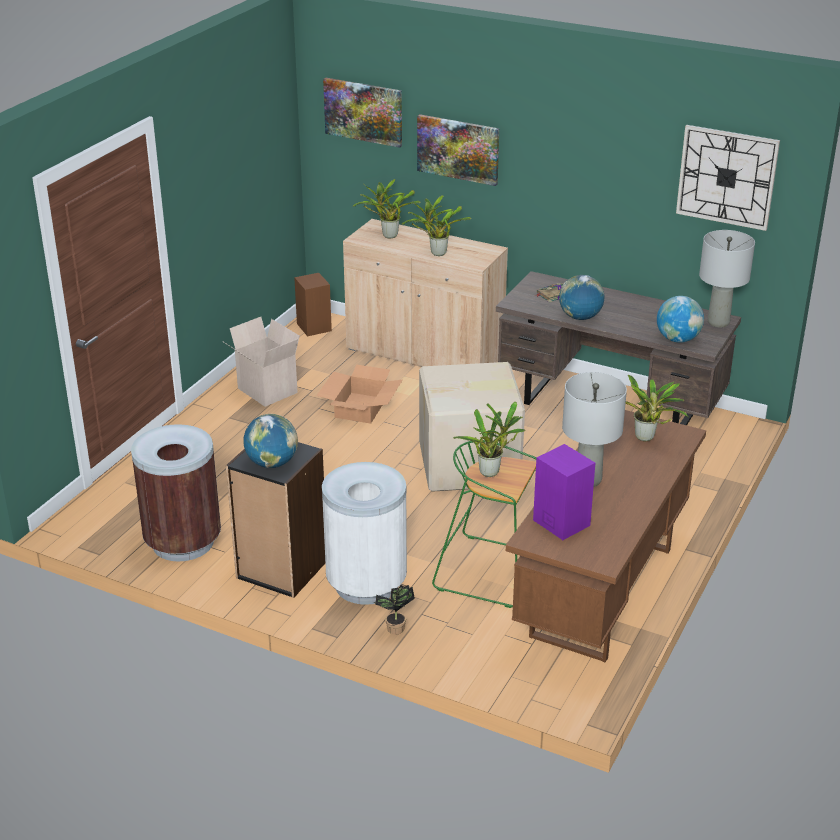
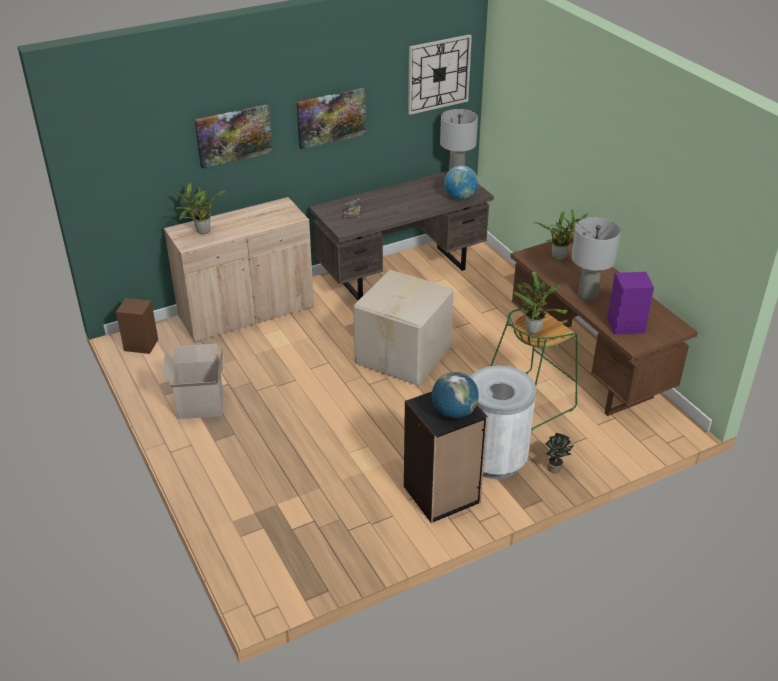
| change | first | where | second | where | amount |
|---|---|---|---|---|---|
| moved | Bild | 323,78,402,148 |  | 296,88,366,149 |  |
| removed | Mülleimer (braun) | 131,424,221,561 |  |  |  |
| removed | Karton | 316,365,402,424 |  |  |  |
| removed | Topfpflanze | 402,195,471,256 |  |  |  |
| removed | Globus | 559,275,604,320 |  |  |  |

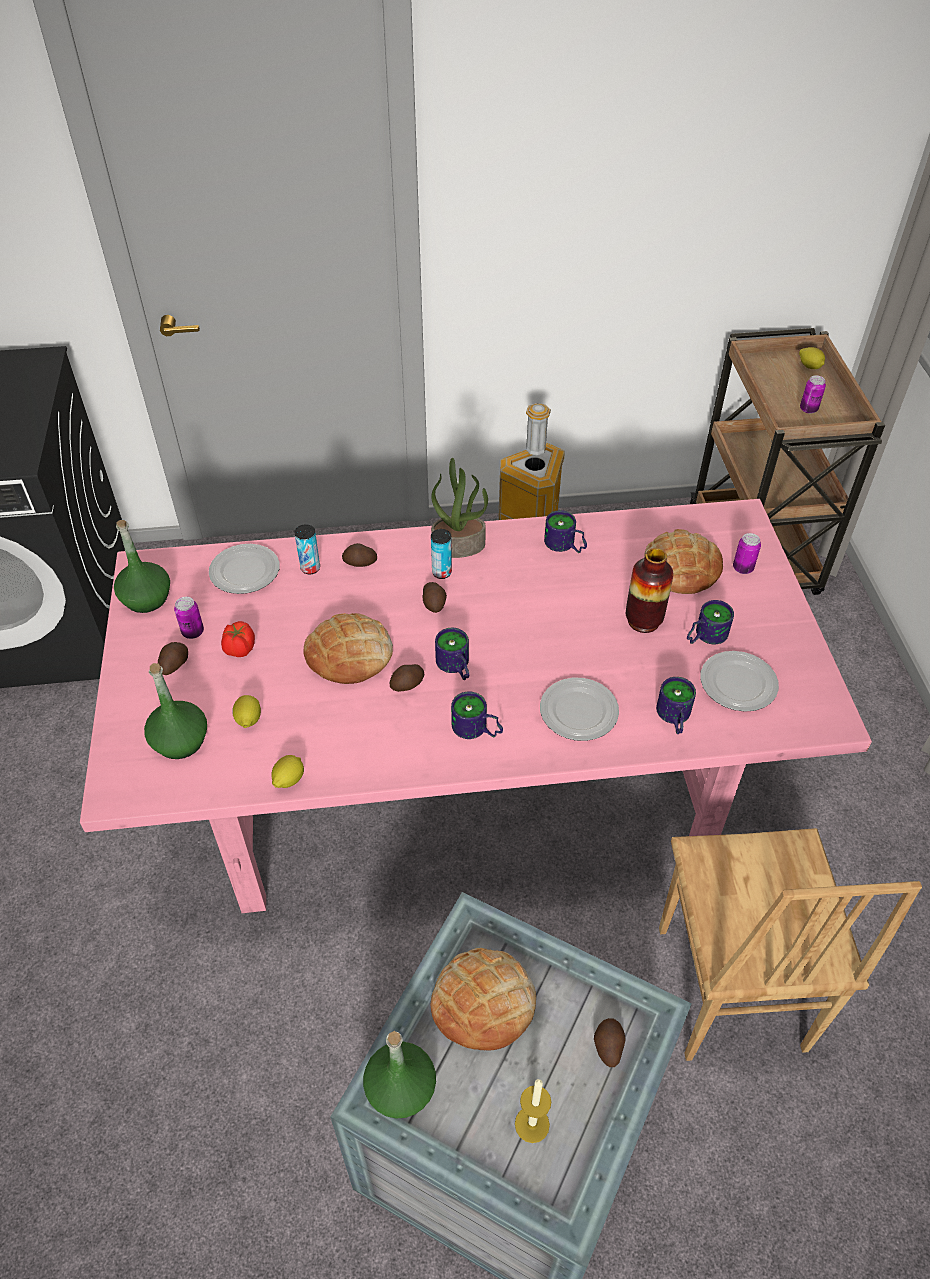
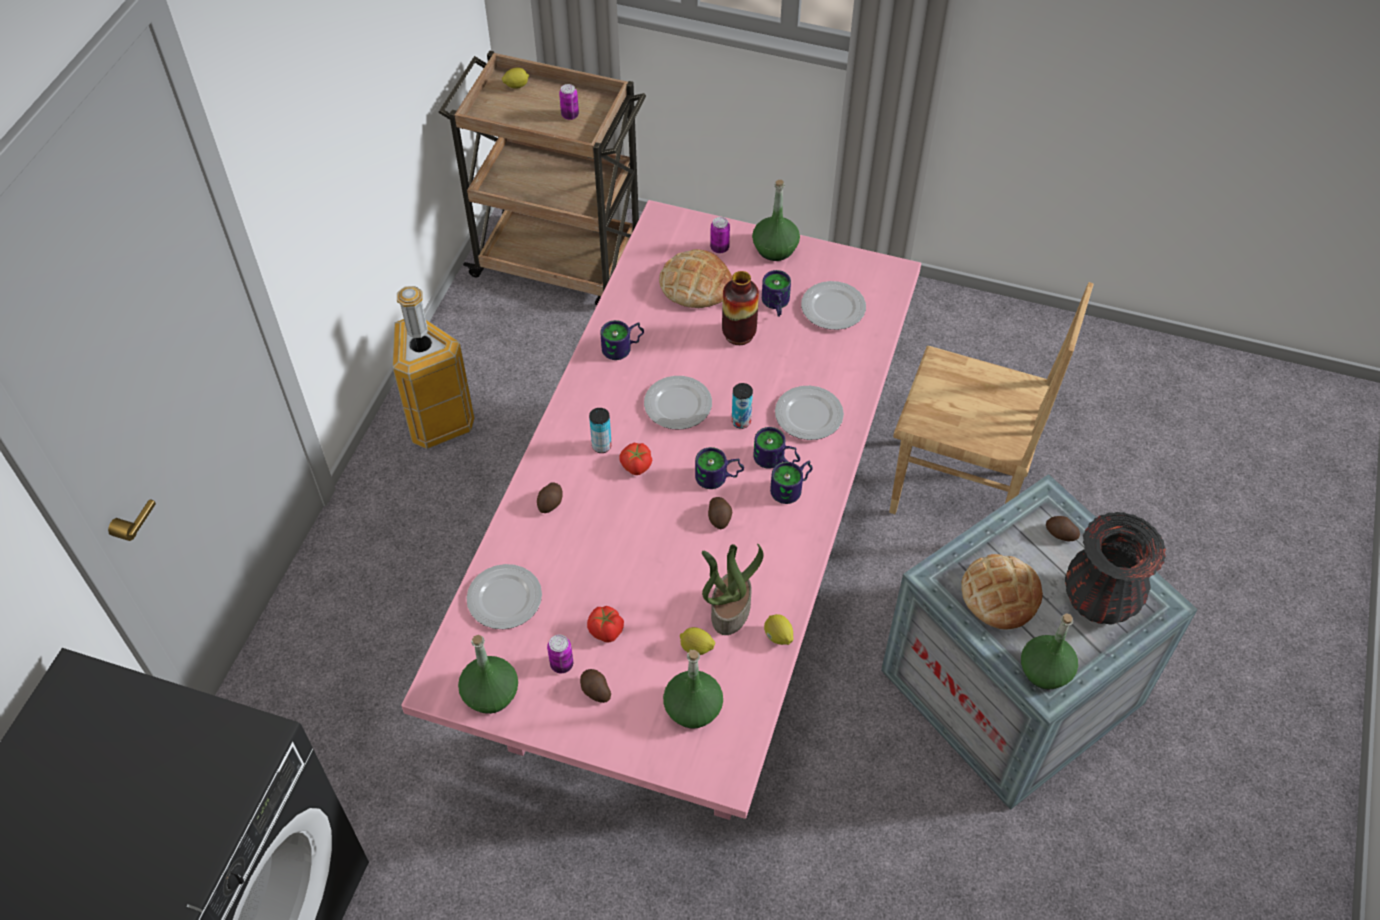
| change | first | where | second | where | amount |
|---|---|---|---|---|---|
| replaced | Kartoffel | 423,582,447,613 | Tomate | 619,443,652,475 |  |
| added |  |  | Teller | 644,376,712,429 |  |
| moved | Topfpflanze | 431,458,488,558 |  | 702,544,764,635 |  |
| moved | Dose | 294,524,320,574 |  | 732,383,753,429 |  |
| added |  |  | Flasche (grün) | 752,180,800,261 |  |
| moved | Henkelbecher | 656,677,696,734 |  | 753,427,800,469 |  |
| replaced | Kerze | 515,1079,551,1143 | Vase (schwarz) | 1065,512,1166,625 |  |
| removed | Brot | 303,613,393,684 |  |  |  |

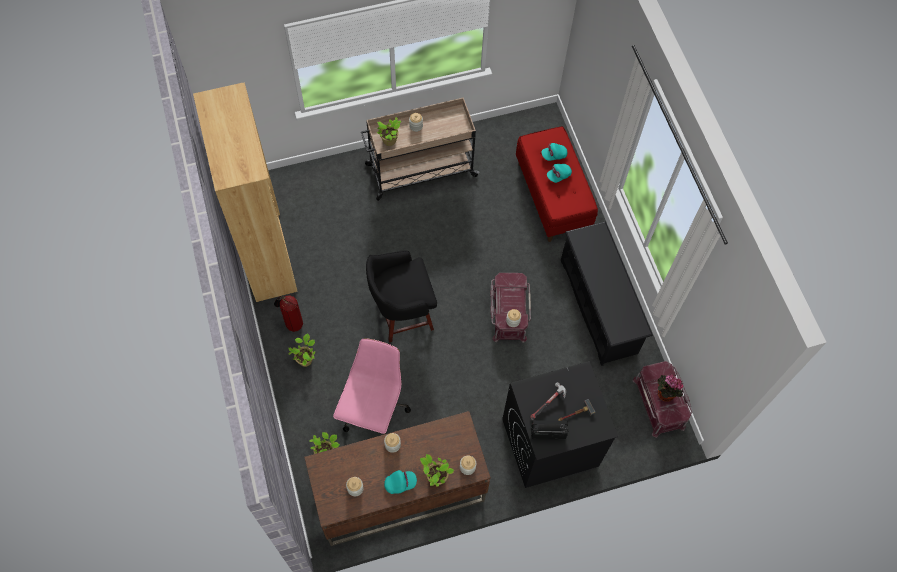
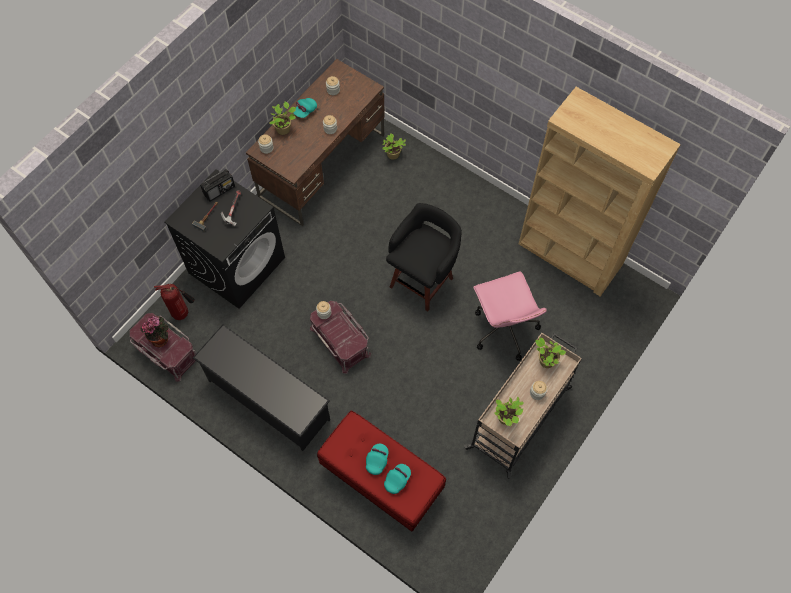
| change | first | where | second | where | amount |
|---|---|---|---|---|---|
| moved | Feuerlöscher | 274,295,303,332 |  | 154,284,195,320 |  |
| moved | Bürostuhl (rosa) | 333,338,411,435 |  | 473,271,547,361 |  |
| moved | Topfpflanze | 288,333,315,367 |  | 494,397,524,426 |  |

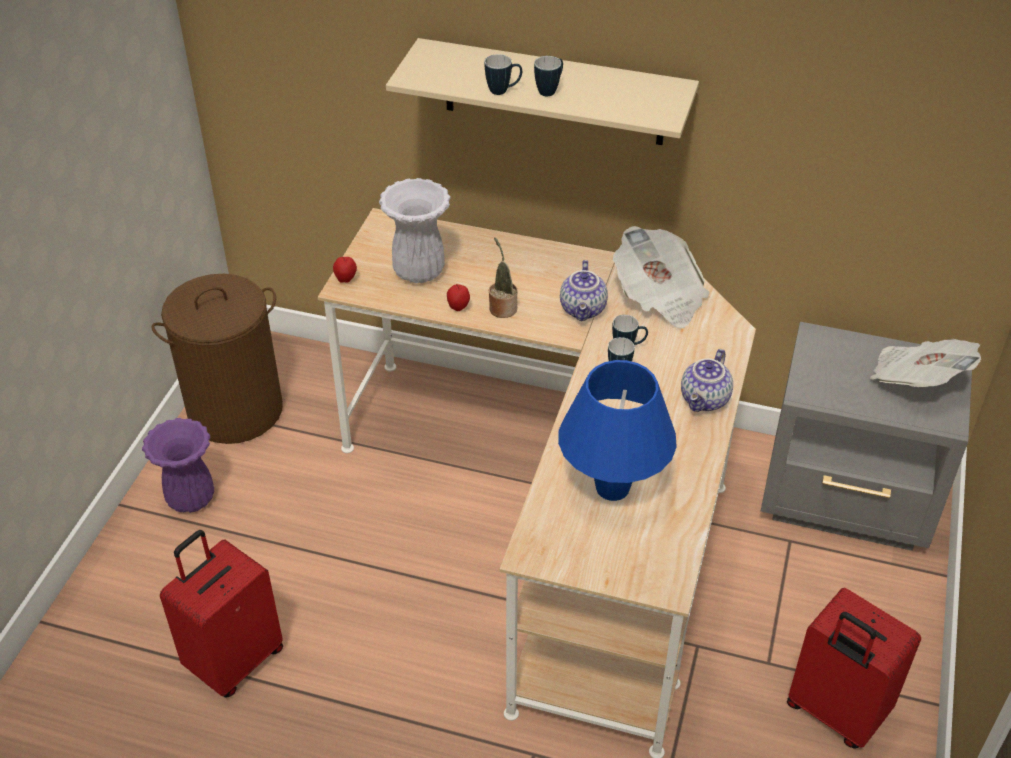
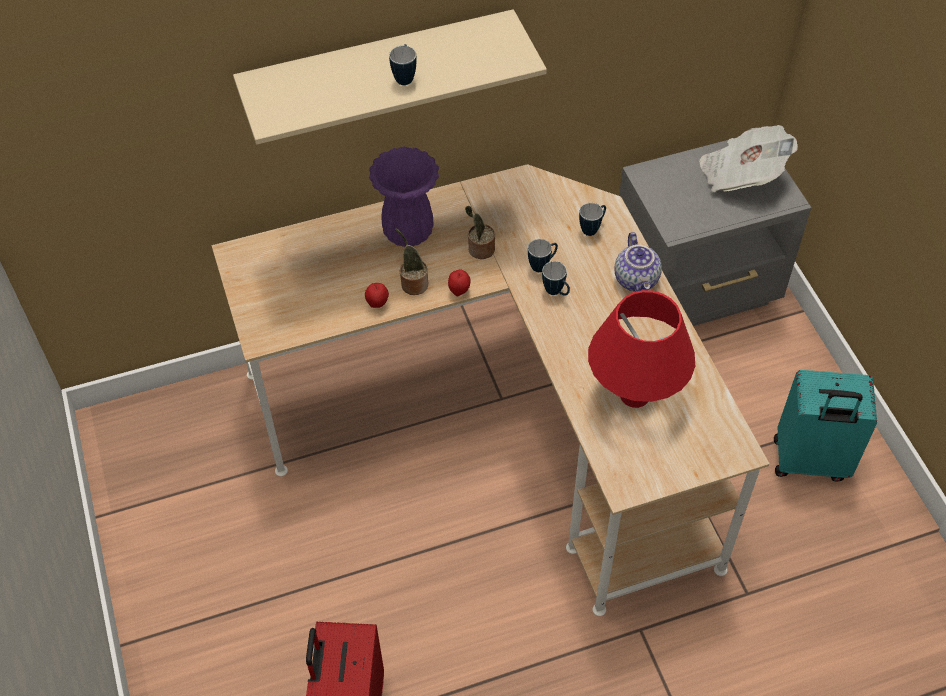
| change | first | where | second | where | amount |
|---|---|---|---|---|---|
| moved | Vase (lila) | 142,418,214,513 |  | 369,147,439,247 |  |
| moved | Apfel | 333,256,357,283 |  | 448,270,471,296 |  |
| replaced | Teekanne | 560,260,608,321 | Topfpflanze | 465,205,495,259 |  |
| moved | Henkelbecher | 485,54,522,95 |  | 579,203,606,236 |  |
| recoloured | Tischlampe (blau) | 558,360,677,501 | Tischlampe (rot) | 588,290,695,408 |  |
| recoloured | Koffer (rot) | 787,588,921,749 | Koffer (türkis) | 774,370,877,482 |  |
| removed | Wäschekorb (braun) | 152,274,283,444 |  |  |  |
| removed | Vase (weiß) | 379,178,451,283 |  |  |  |
| removed | Zeitung | 613,226,710,328 |  |  |  |

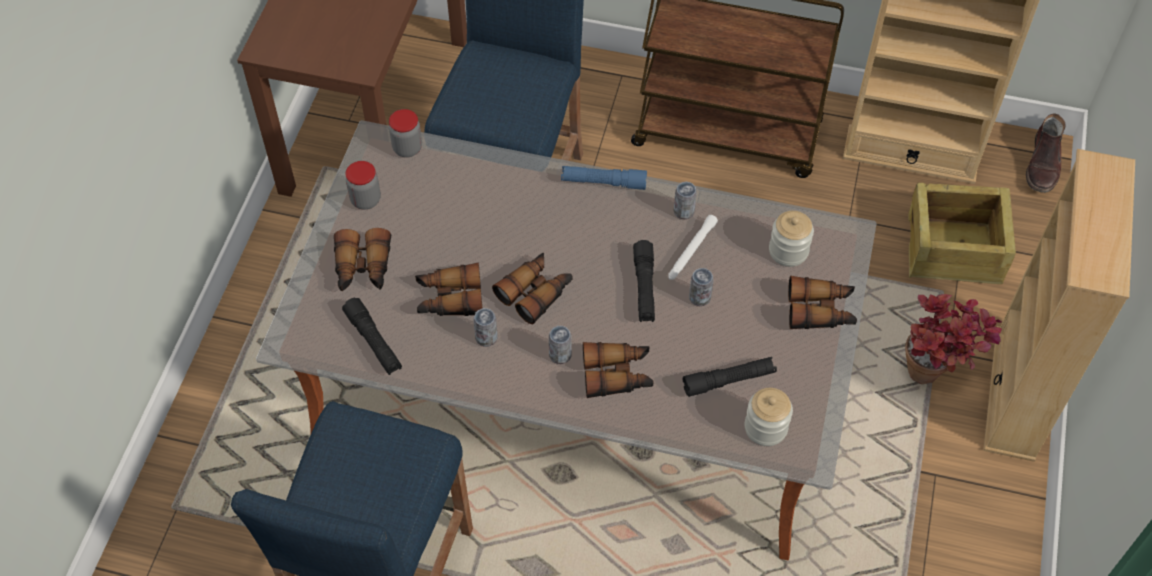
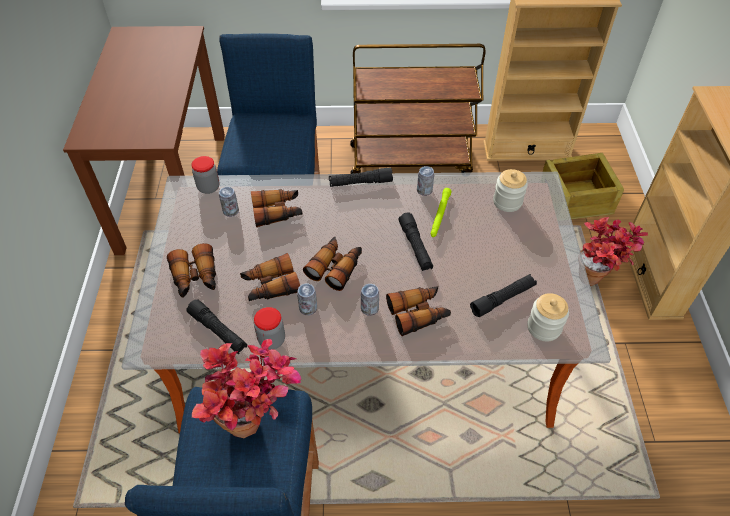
| change | first | where | second | where | amount |
|---|---|---|---|---|---|
| added |  |  | Topfpflanze | 192,339,301,438 |  |
| moved | Dose | 689,268,714,306 |  | 219,187,239,217 |  |
| moved | Fernglas | 788,276,857,329 |  | 251,189,303,227 |  |
| moved | Vorratsglas | 345,161,381,210 |  | 254,307,285,350 |  |
| recoloured | Taschenlampe (blau) | 561,166,647,190 | Taschenlampe (schwarz) | 329,168,393,187 |  |
| recoloured | Taschenlampe (weiß) | 668,215,718,280 | Taschenlampe (grün) | 431,188,452,237 |  |
| removed | Stiefel (braun) | 1026,113,1066,193 |  |  |  |

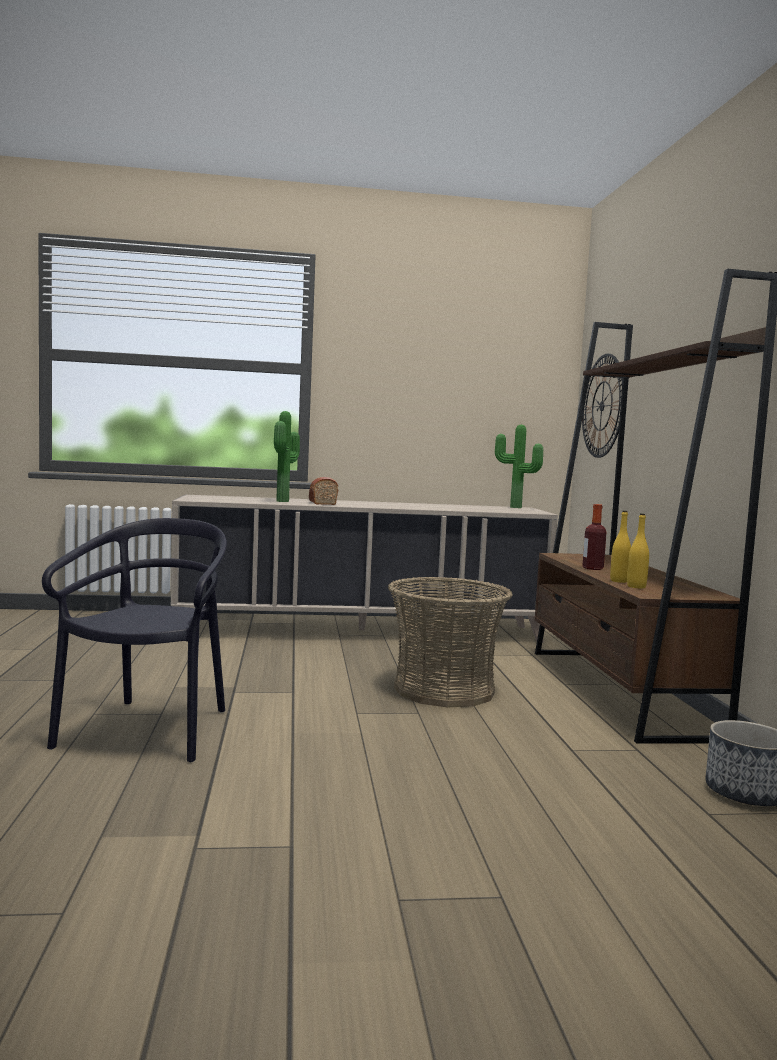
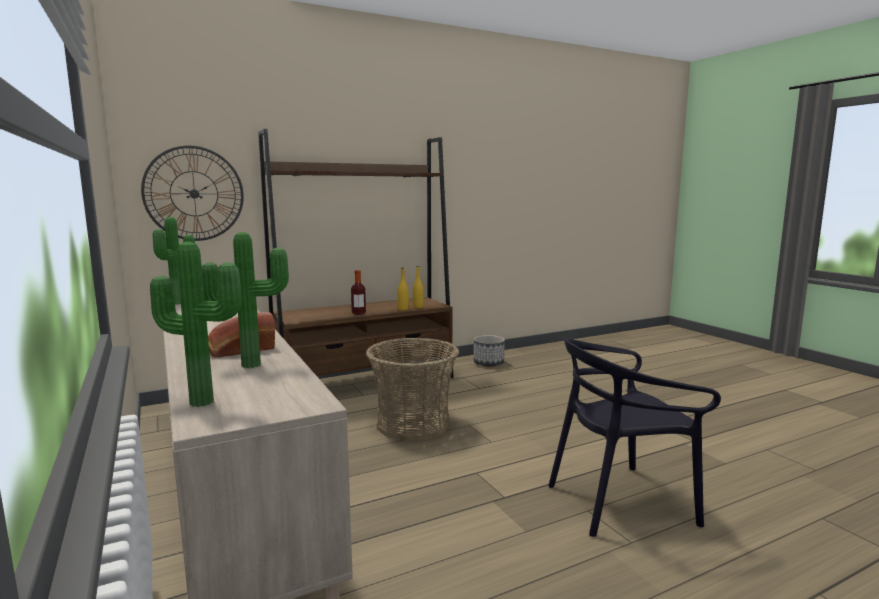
| change | first | where | second | where | amount |
|---|---|---|---|---|---|
| added |  |  | Topfpflanze | 150,241,242,407 |  |

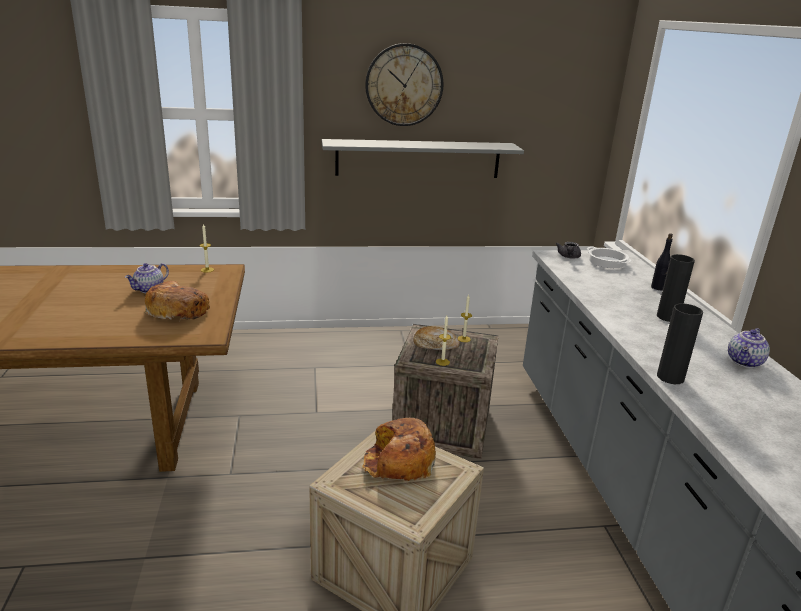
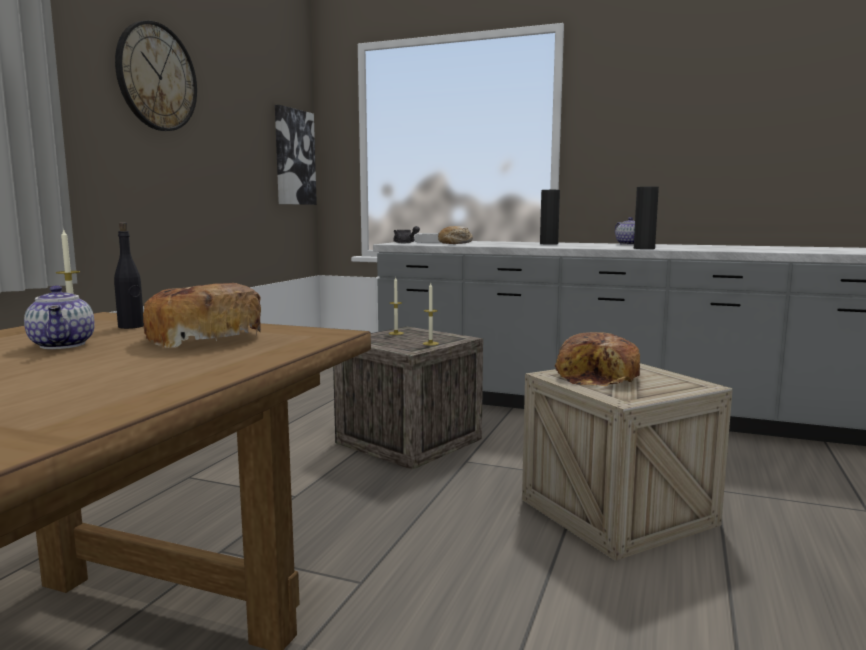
| change | first | where | second | where | amount |
|---|---|---|---|---|---|
| moved | Flasche (schwarz) | 651,233,673,290 |  | 114,222,144,329 |  |
| added |  |  | Bild | 275,105,317,205 |  |
| moved | Brot | 414,326,460,350 |  | 438,226,473,244 |  |
| removed | Wandregal (grau) | 322,139,524,178 |  |  |  |

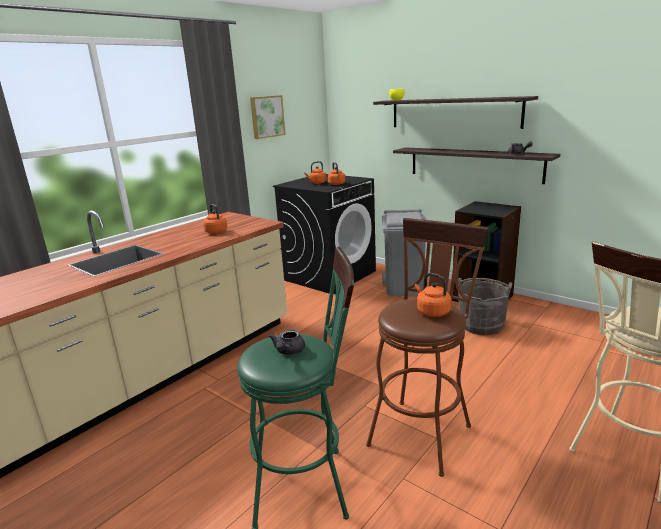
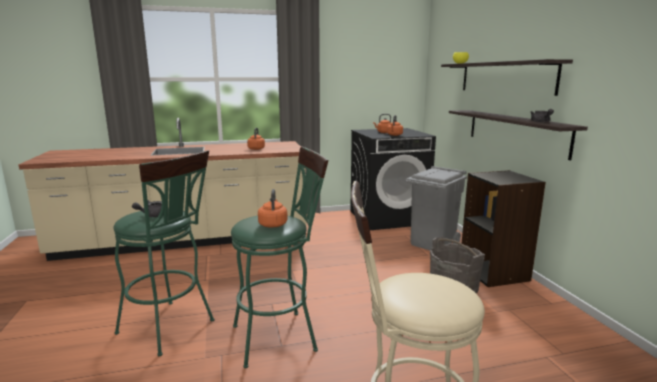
| change | first | where | second | where | amount |
|---|---|---|---|---|---|
| recoloured | Hocker (braun) | 366,218,489,477 | Hocker (grün) | 231,147,328,368 |  |
| removed | Bild | 250,95,286,139 |  |  |  |

